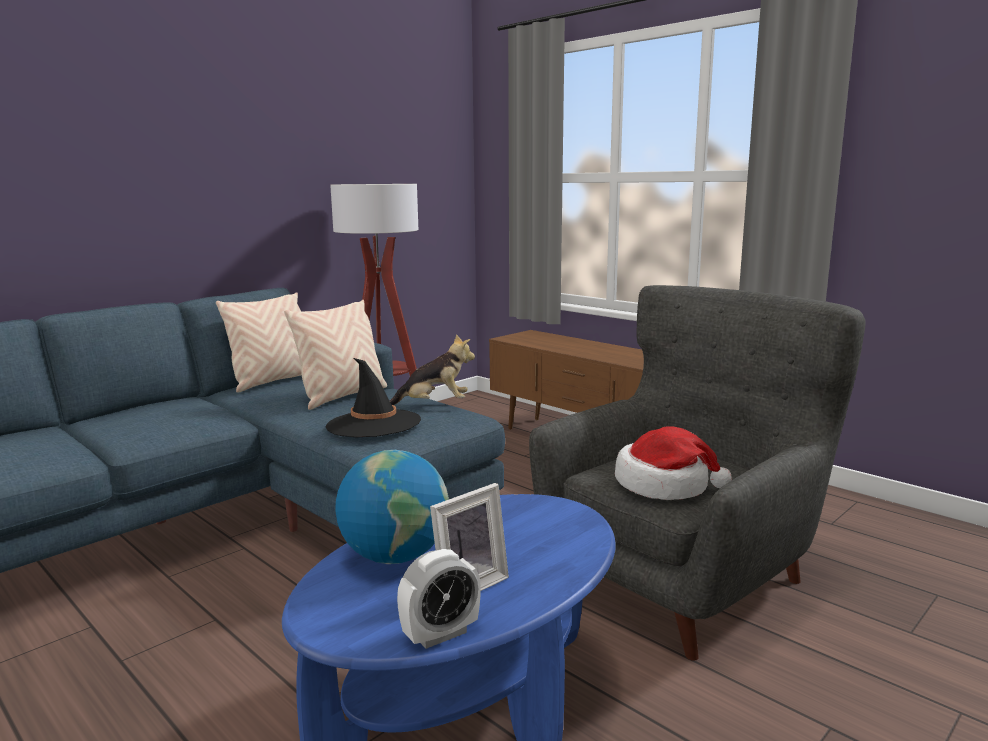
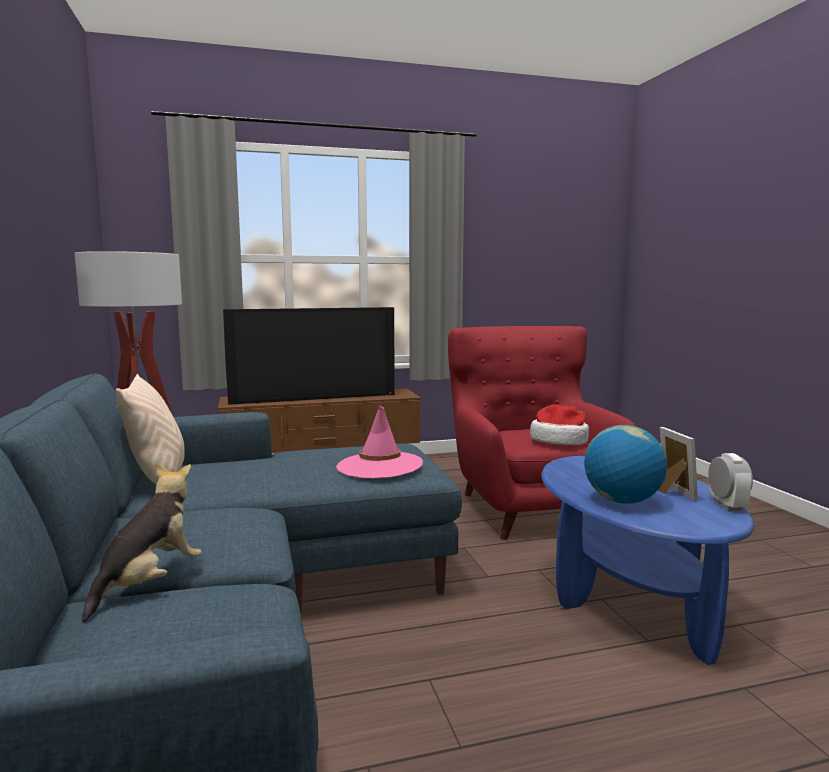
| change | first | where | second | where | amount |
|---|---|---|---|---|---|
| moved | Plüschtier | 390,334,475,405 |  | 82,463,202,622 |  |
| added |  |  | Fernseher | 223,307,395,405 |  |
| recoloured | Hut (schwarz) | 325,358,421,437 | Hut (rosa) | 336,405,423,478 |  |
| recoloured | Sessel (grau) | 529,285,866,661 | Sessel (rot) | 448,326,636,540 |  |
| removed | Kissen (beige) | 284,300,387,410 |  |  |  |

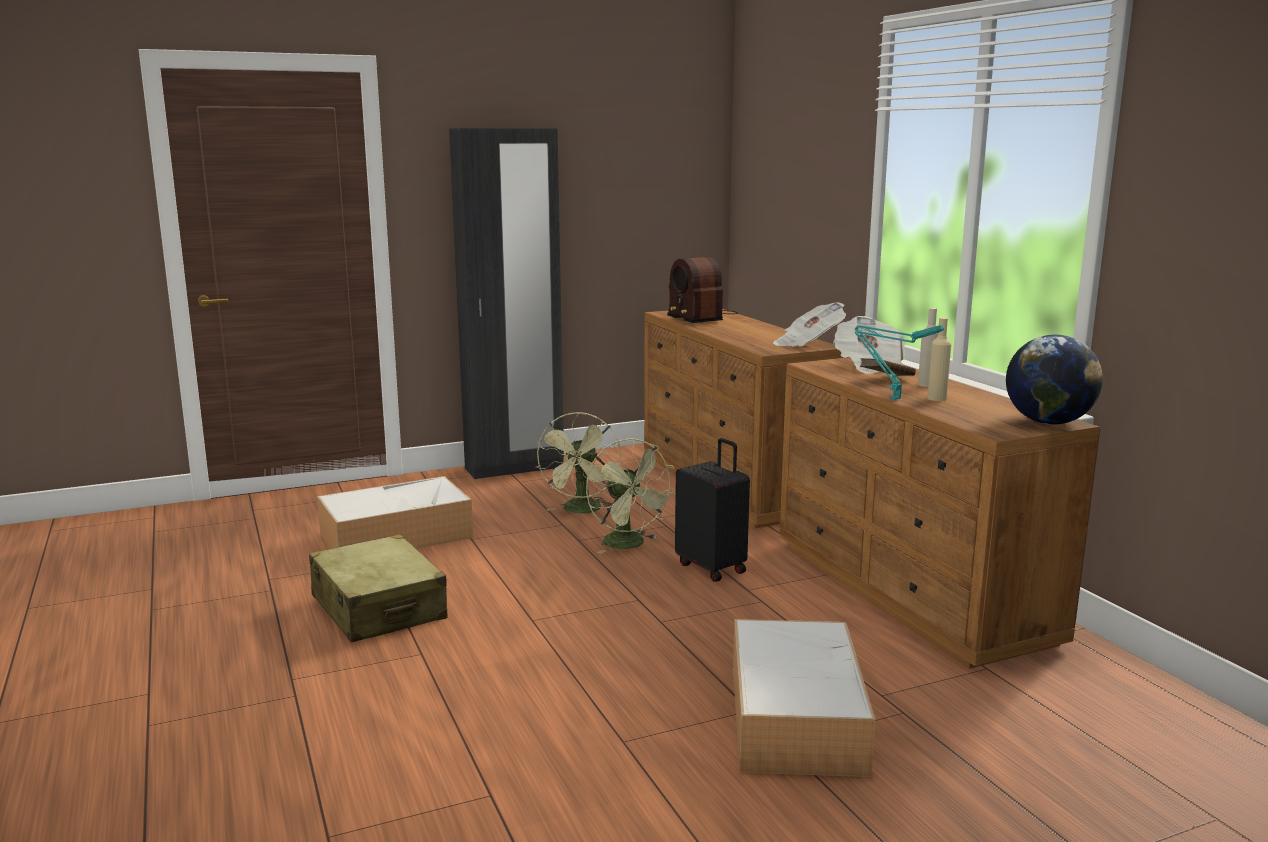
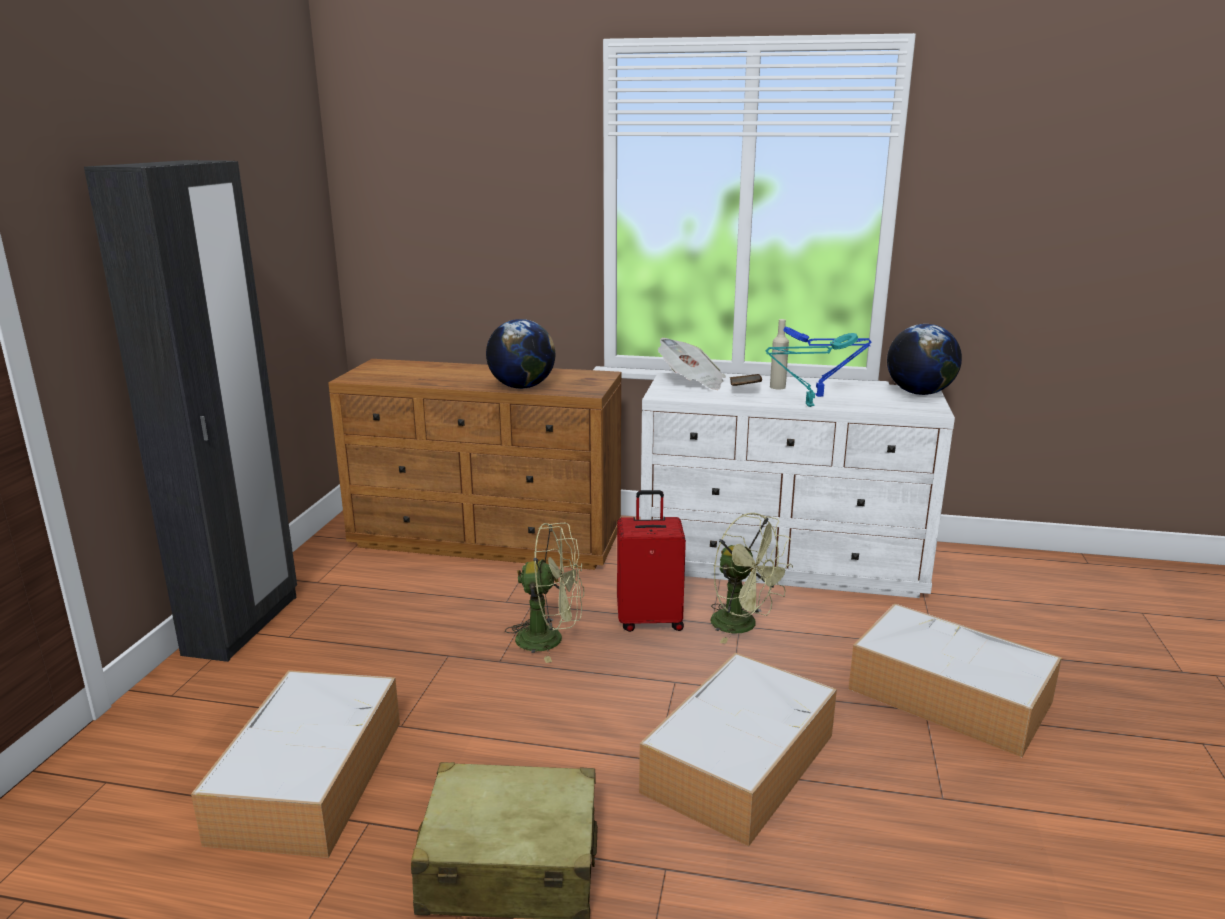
| change | first | where | second | where | amount |
|---|---|---|---|---|---|
| added |  |  | Globus | 486,319,555,389 |  |
| recoloured | Koffer (schwarz) | 675,438,750,582 | Koffer (rot) | 617,490,686,632 |  |
| added |  |  | Aufbewahrungsbox | 639,653,837,847 |  |
| recoloured | Kommode (braun) | 779,357,1100,669 | Kommode (weiß) | 641,373,955,598 |  |
| moved | Ventilator (grün) | 535,412,621,513 |  | 711,513,793,644 |  |
| replaced | Flasche (beige) | 927,317,951,401 | Tischlampe (blau) | 783,327,871,397 |  |
| removed | Radio | 667,257,739,323 |  |  |  |
| removed | Zeitung | 773,302,846,347 |  |  |  |

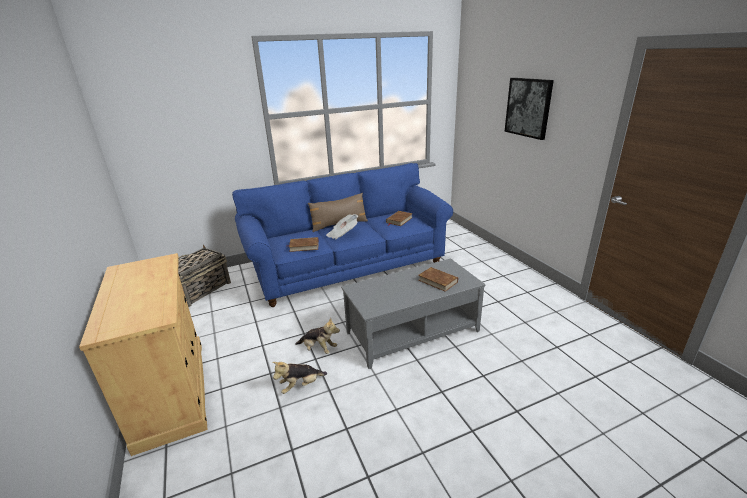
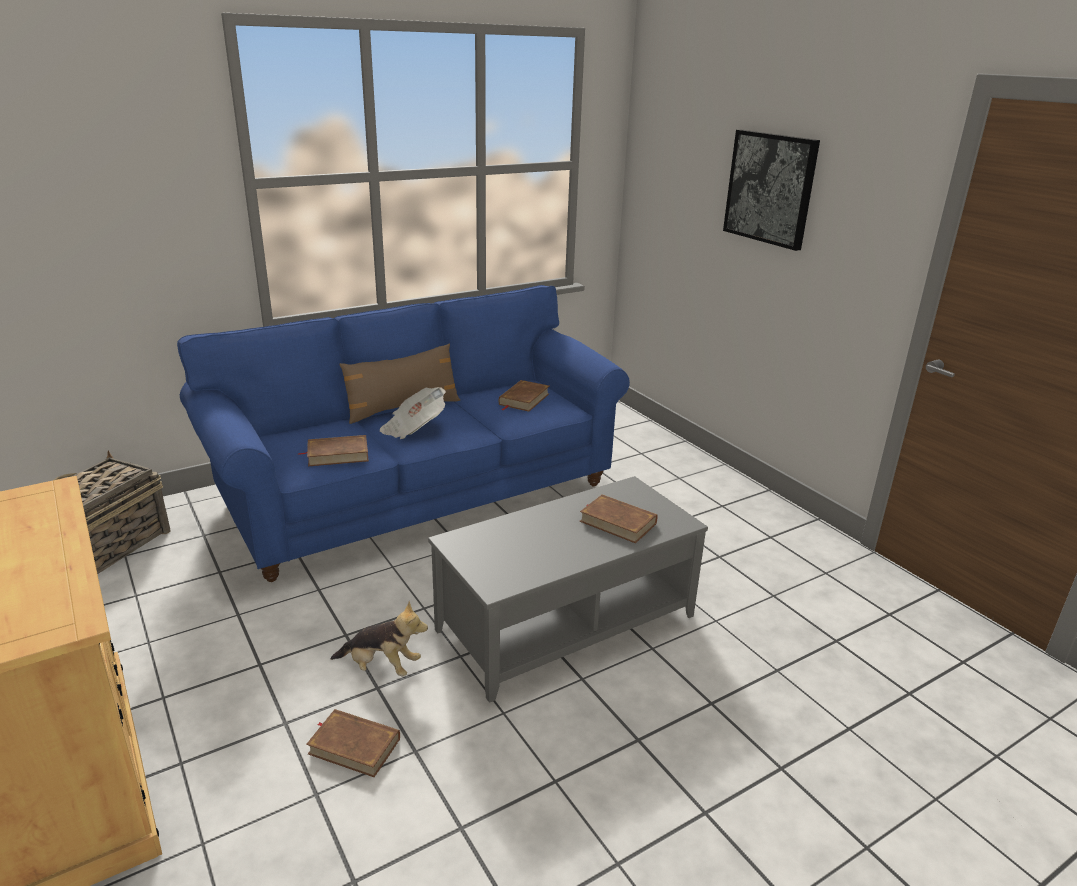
| change | first | where | second | where | amount |
|---|---|---|---|---|---|
| replaced | Plüschtier | 272,362,327,394 | Buch (braun) | 306,709,400,777 |  |

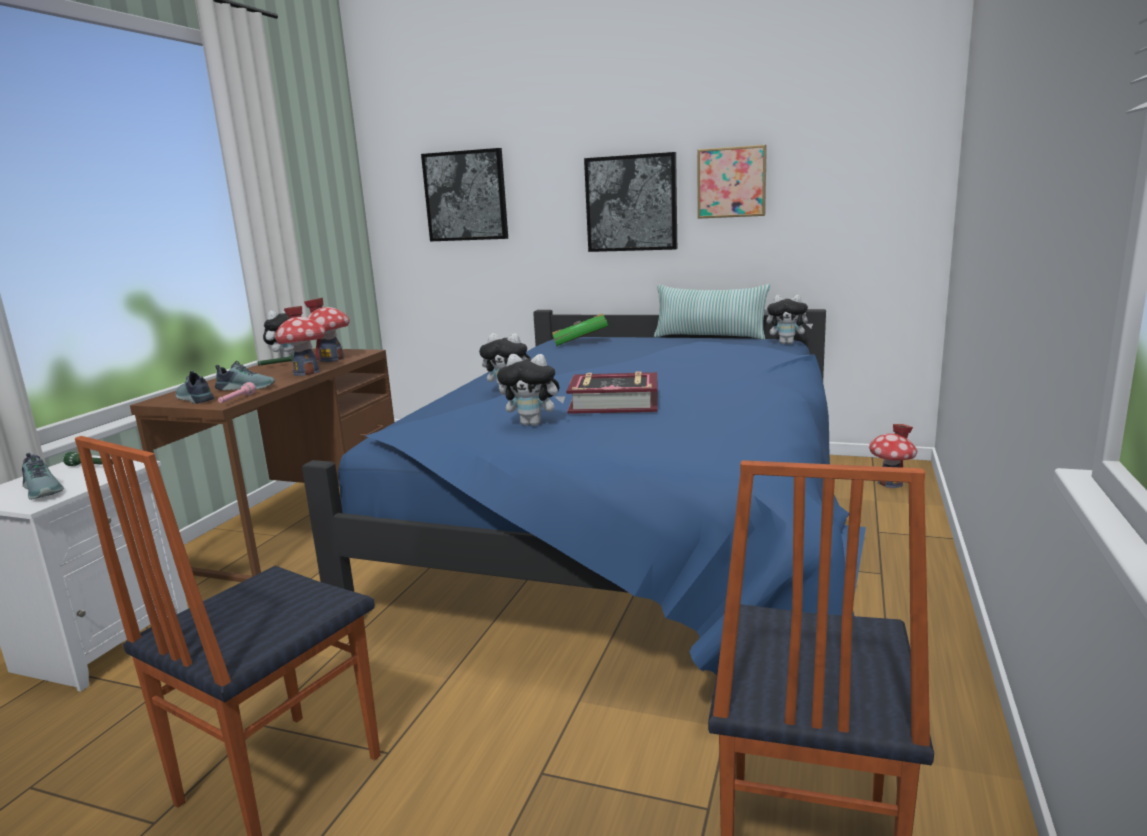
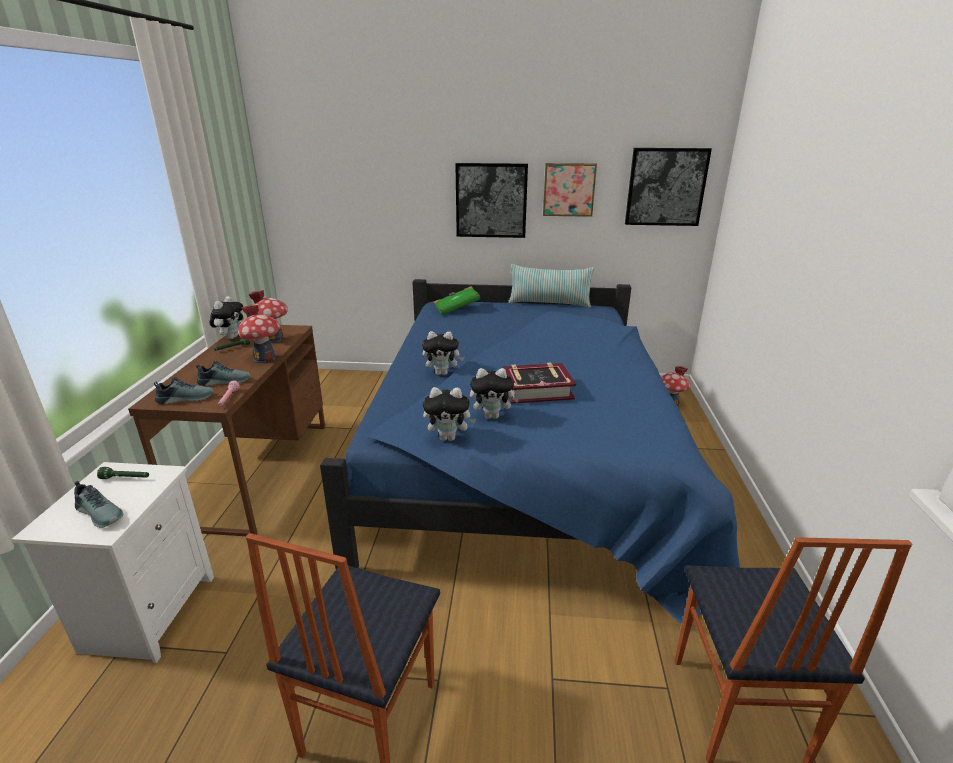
| change | first | where | second | where | amount |
|---|---|---|---|---|---|
| turned | Schuh | 175,371,215,404 |  | 154,377,214,404 | 135 degrees clockwise |
| moved | Plüschtier | 767,295,813,344 |  | 423,387,476,441 |  |
| moved | Bild | 421,148,508,241 |  | 625,148,712,226 |  |

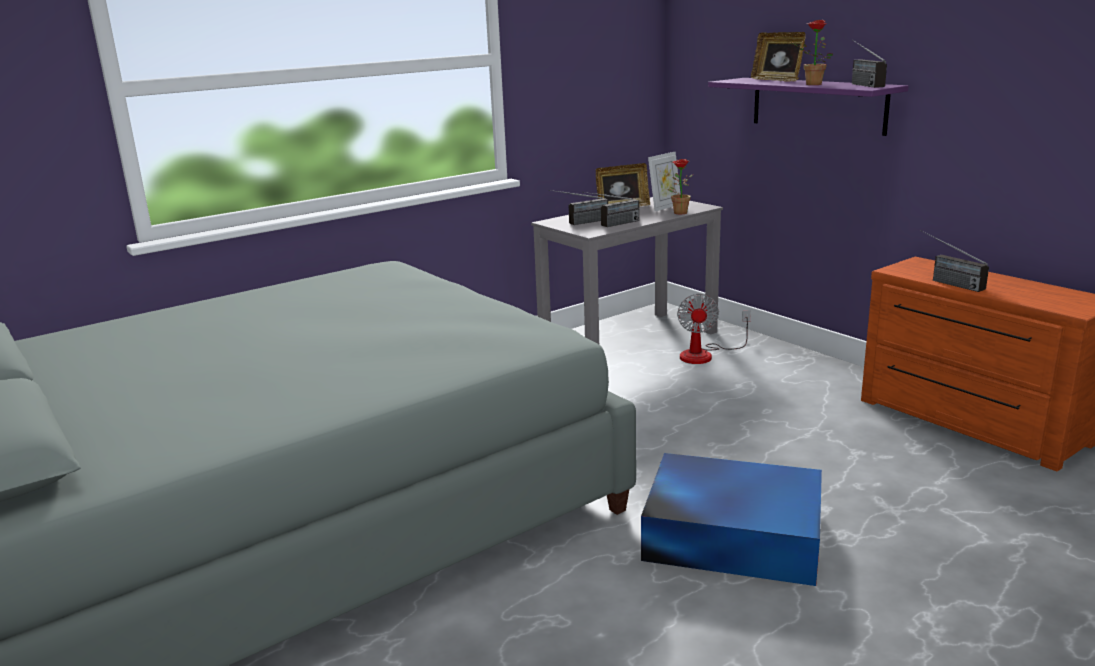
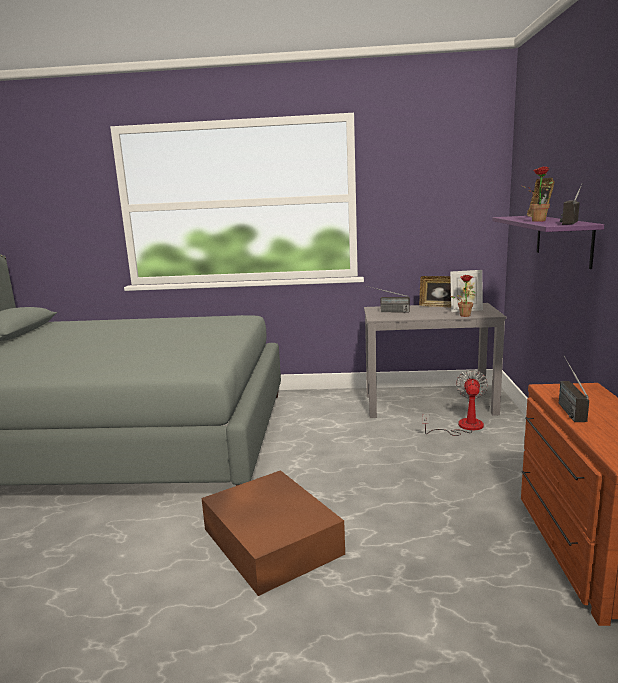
| change | first | where | second | where | amount |
|---|---|---|---|---|---|
| recoloured | Aufbewahrungsbox (blau) | 641,453,822,586 | Aufbewahrungsbox (braun) | 202,470,345,596 |  |
| turned | Ventilator | 677,294,751,364 |  | 422,370,488,436 | 150 degrees clockwise |
| removed | Radio | 582,192,639,227 |  |  |  |

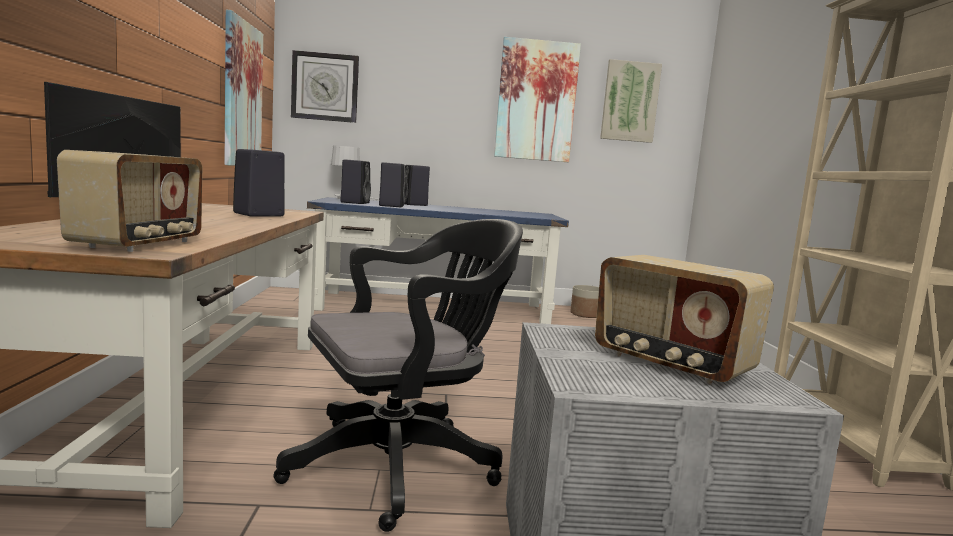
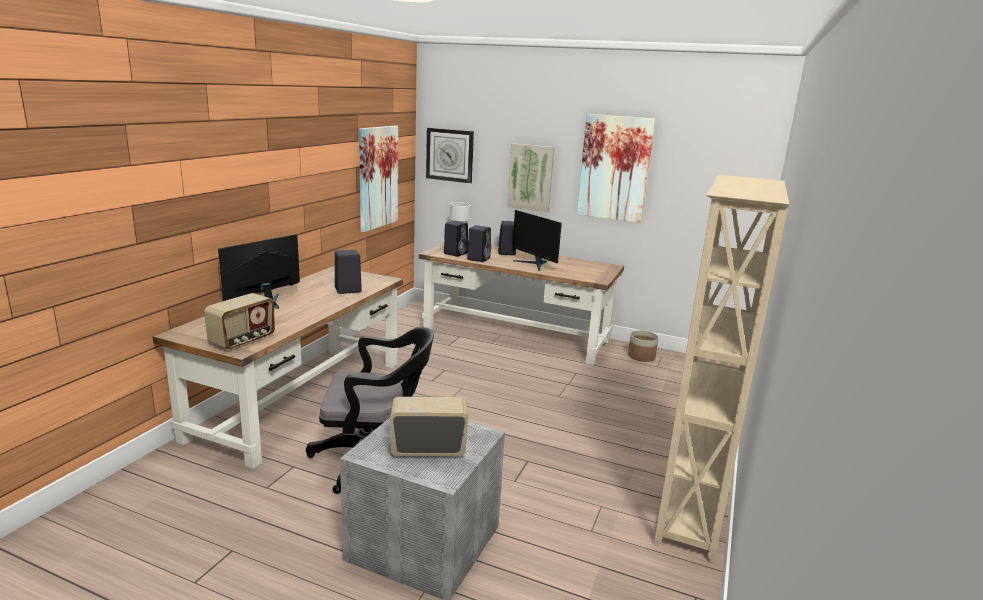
| change | first | where | second | where | amount |
|---|---|---|---|---|---|
| turned | Radio | 595,255,774,385 |  | 390,396,468,456 | 105 degrees clockwise |
| recoloured | Schreibtisch (blau) | 307,197,569,324 | Schreibtisch (braun) | 419,243,624,365 |  |
| moved | Bild | 600,59,662,143 |  | 507,143,554,212 |  |
| added |  |  | Monitor | 512,210,562,271 |  |

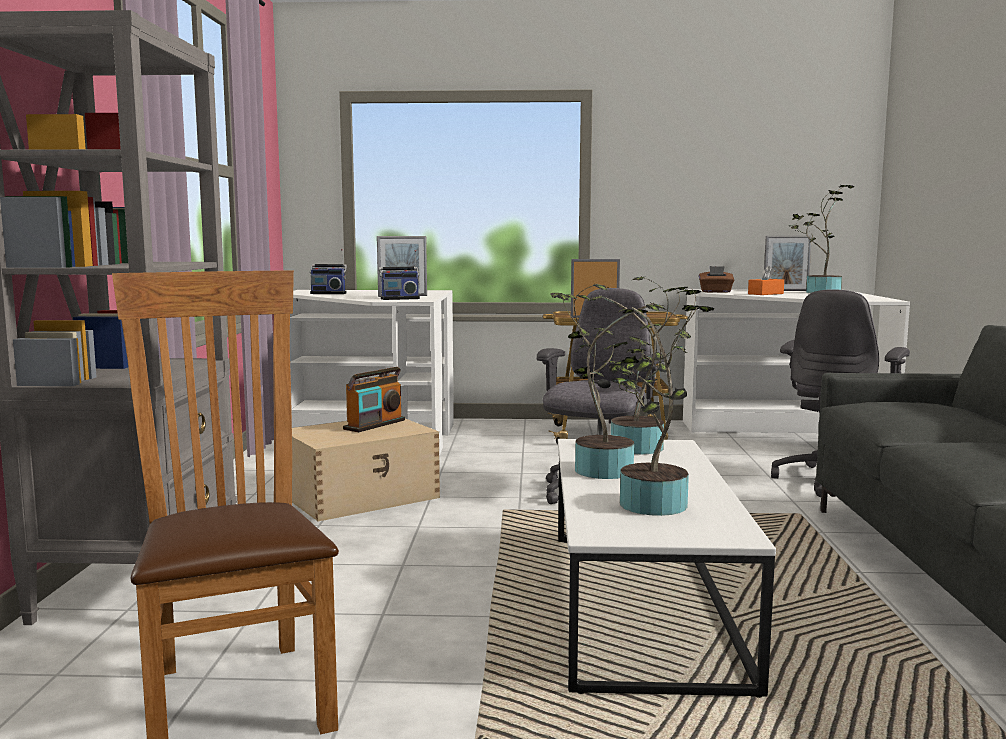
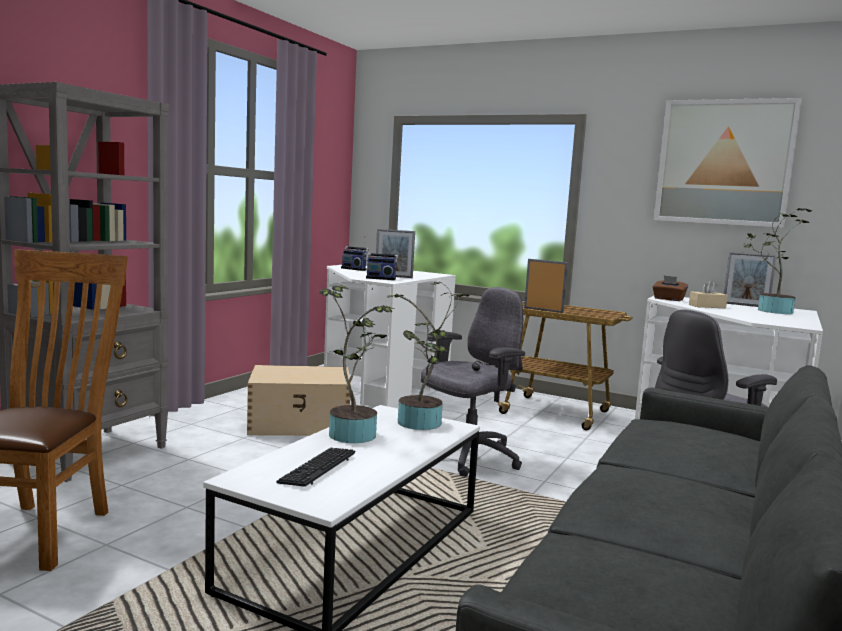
| change | first | where | second | where | amount |
|---|---|---|---|---|---|
| replaced | Topfpflanze | 609,290,714,516 | Tastatur | 276,448,356,487 |  |
| added |  |  | Bild | 654,98,802,228 |  |
| recoloured | Taschentuchbox (orange) | 748,266,784,295 | Taschentuchbox (beige) | 689,280,728,308 |  |
| removed | Radio | 343,367,405,432 |  |  |  |

